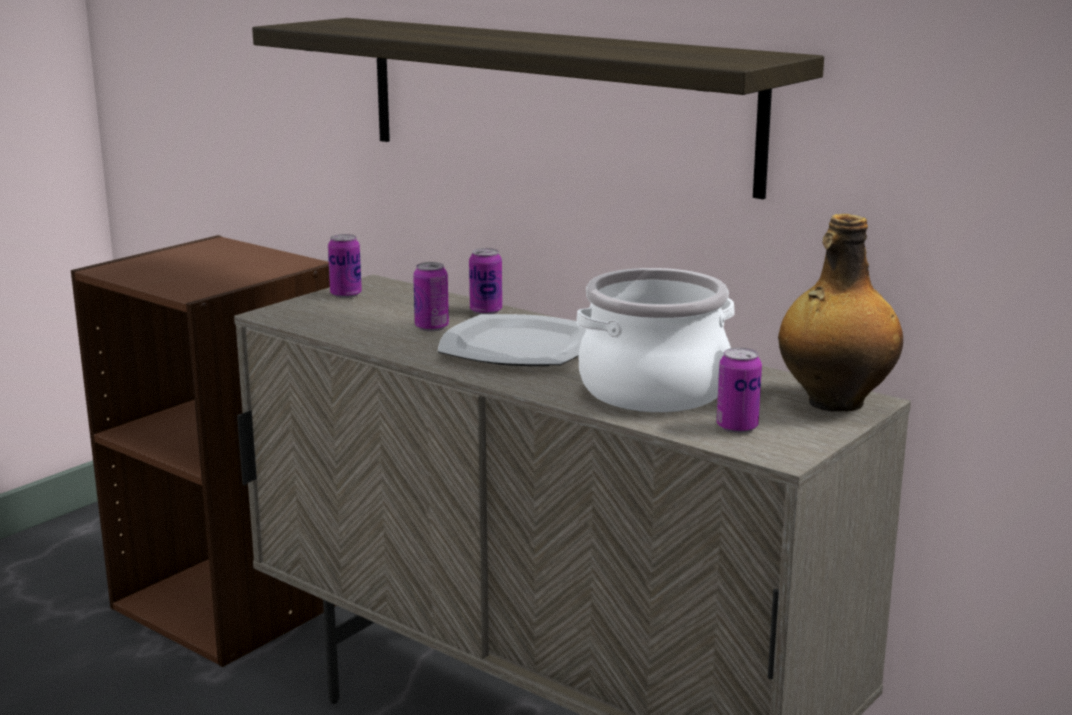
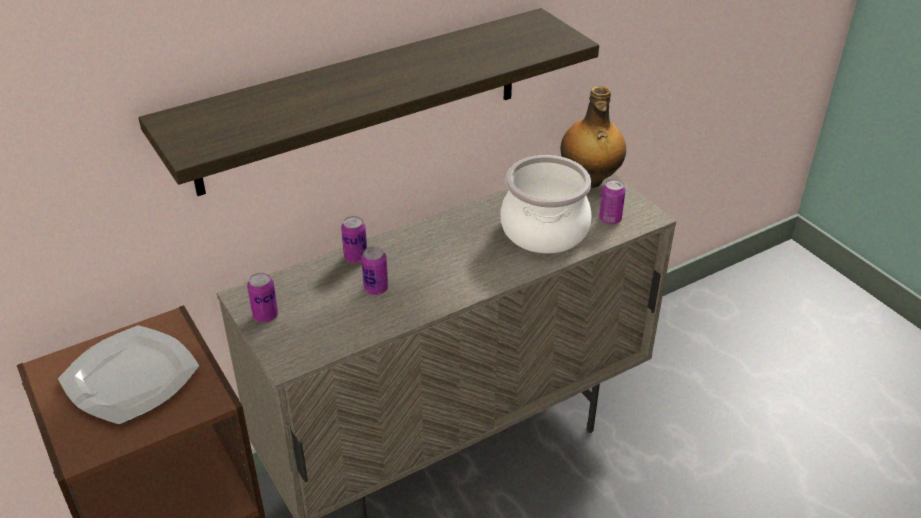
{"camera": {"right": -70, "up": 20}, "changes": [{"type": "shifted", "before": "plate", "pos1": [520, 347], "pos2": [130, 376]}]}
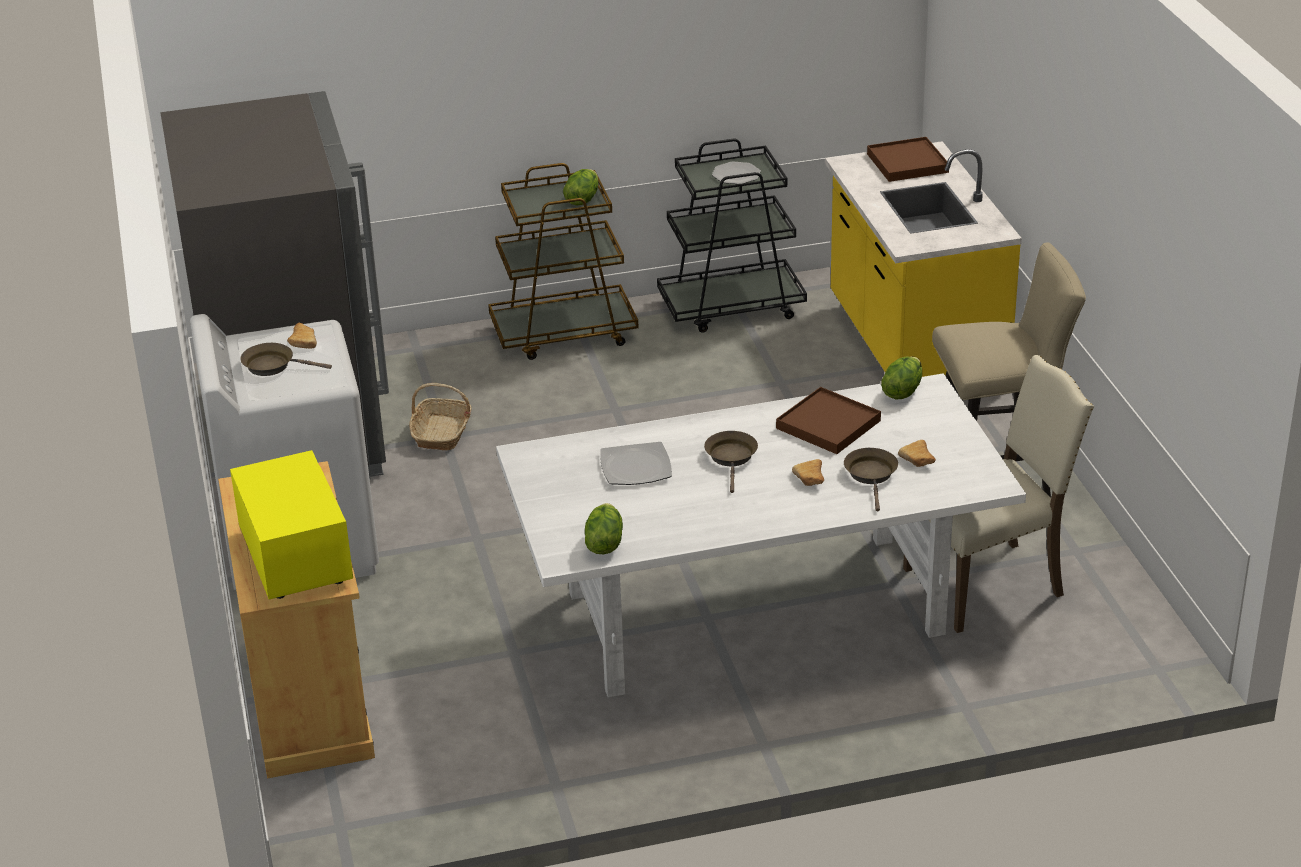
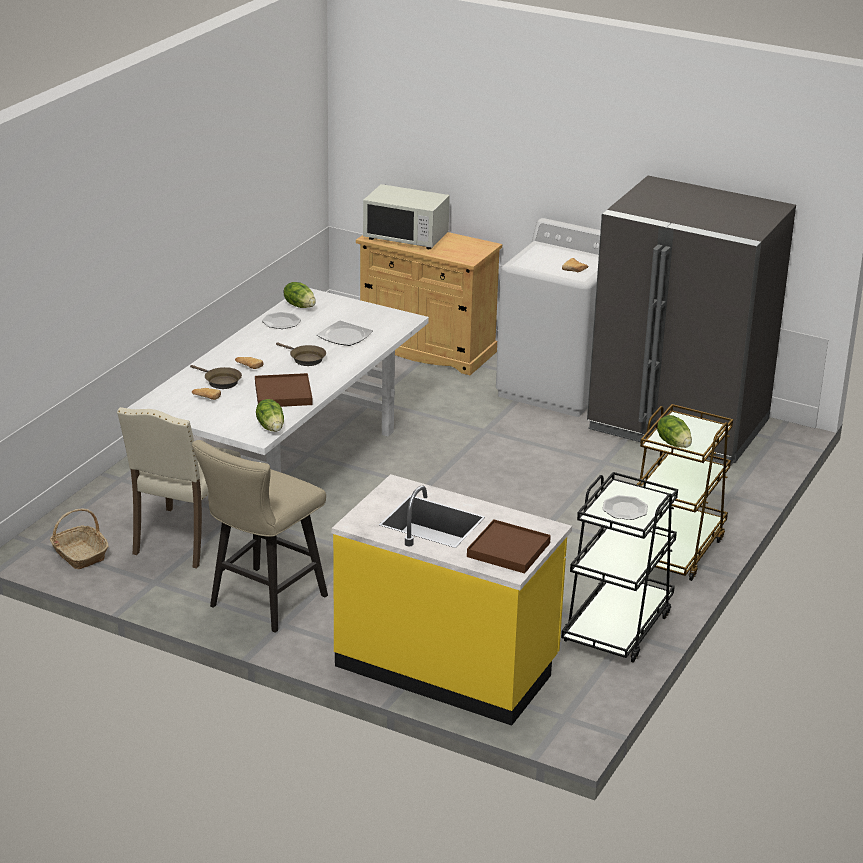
{"camera": {"right": 130, "up": -5}, "changes": [{"type": "gone", "before": "brown frying pan", "pos1": [273, 365]}, {"type": "new", "after": "plate", "pos2": [281, 322]}, {"type": "shifted", "before": "basket", "pos1": [442, 433], "pos2": [79, 554]}, {"type": "repainted", "before": "yellow microwave", "after": "white microwave", "pos1": [294, 557], "pos2": [406, 237]}]}
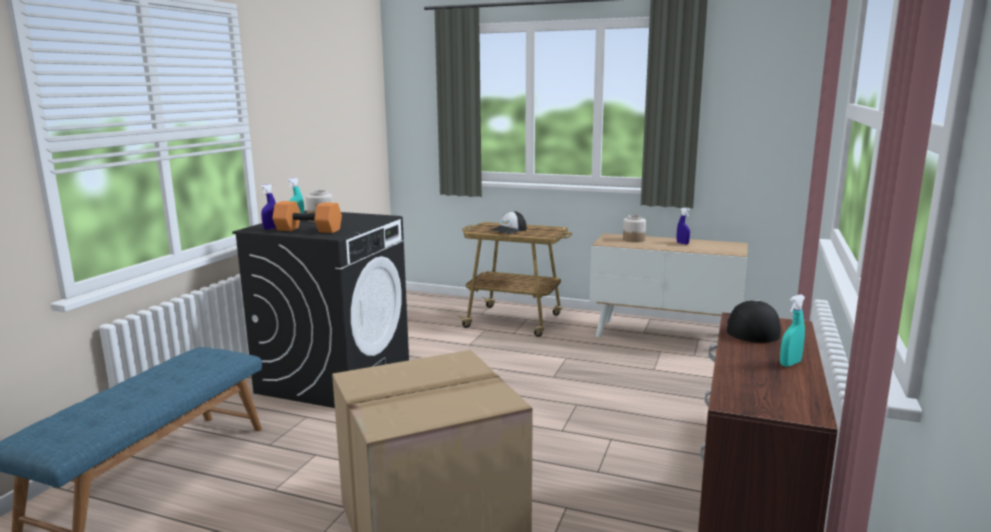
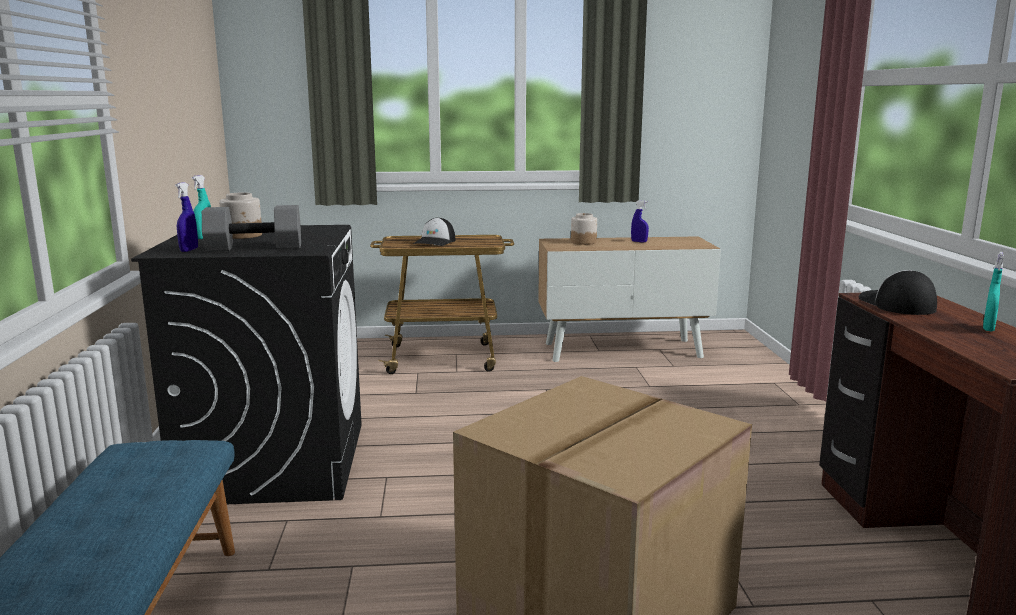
{"camera": {"right": -25, "up": 0}, "changes": [{"type": "repainted", "before": "orange dumbbell", "after": "grey dumbbell", "pos1": [307, 230], "pos2": [253, 248]}]}
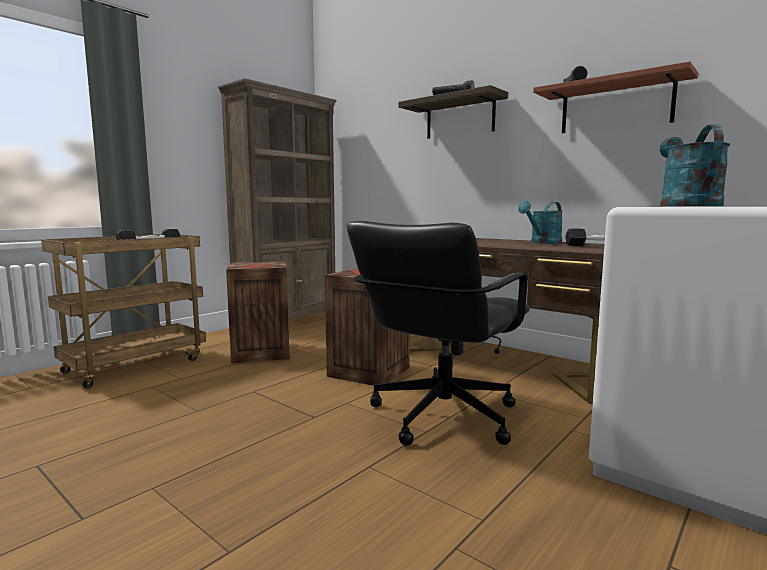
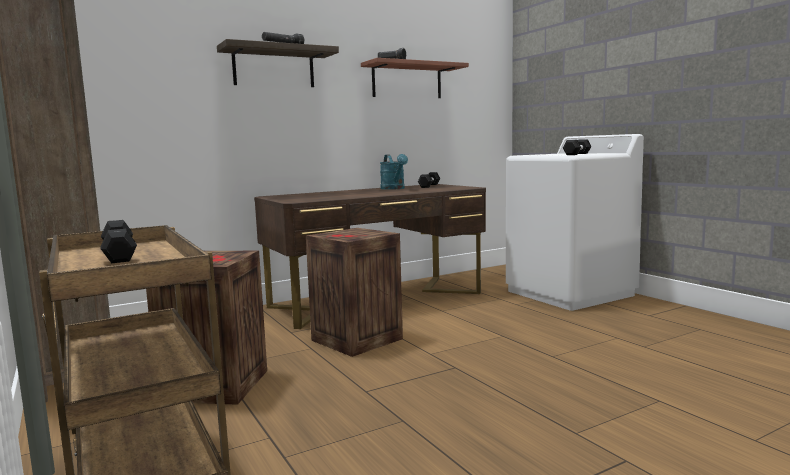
{"camera": {"right": -70, "up": 0}, "changes": [{"type": "gone", "before": "black office chair", "pos1": [441, 416]}, {"type": "swapped", "before": "turquoise watering can", "after": "black dumbbell", "pos1": [685, 206], "pos2": [577, 154]}]}
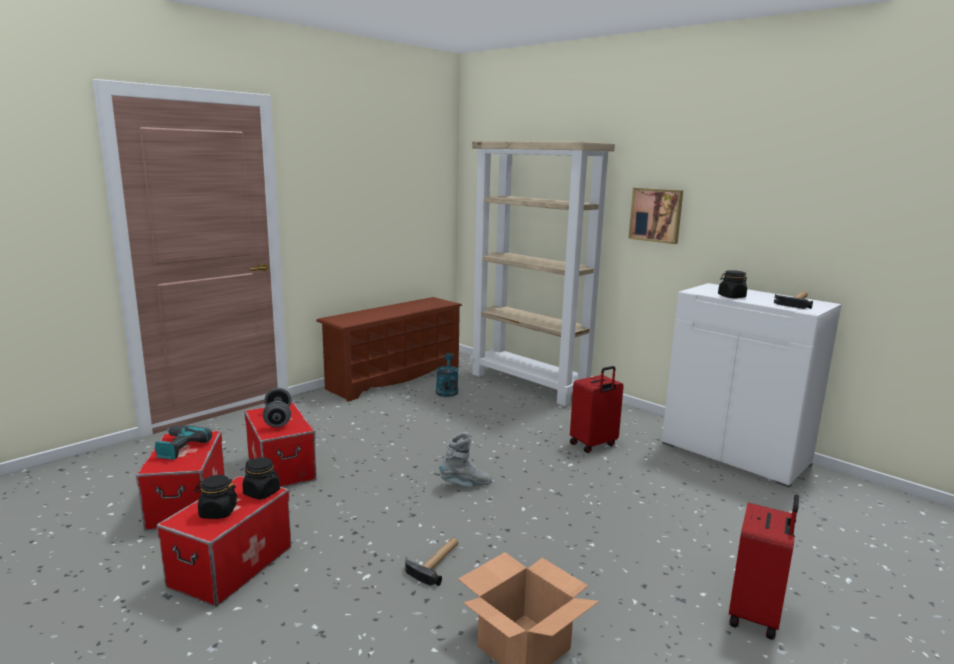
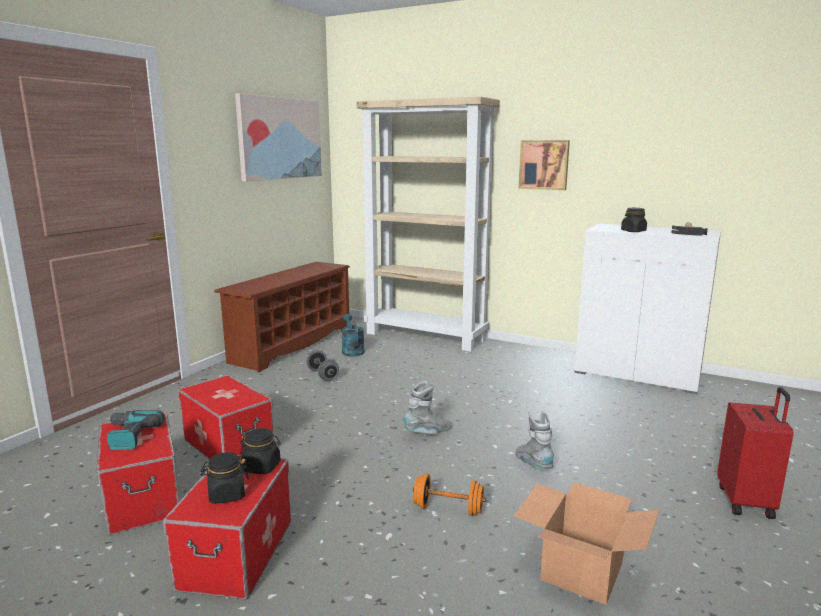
{"camera": {"right": -15, "up": 0}, "changes": [{"type": "gone", "before": "red suitcase", "pos1": [593, 444]}, {"type": "new", "after": "picture", "pos2": [280, 138]}, {"type": "new", "after": "grey boot", "pos2": [533, 465]}, {"type": "shifted", "before": "grey dumbbell", "pos1": [278, 419], "pos2": [322, 375]}, {"type": "swapped", "before": "hammer", "after": "orange dumbbell", "pos1": [436, 562], "pos2": [448, 509]}]}
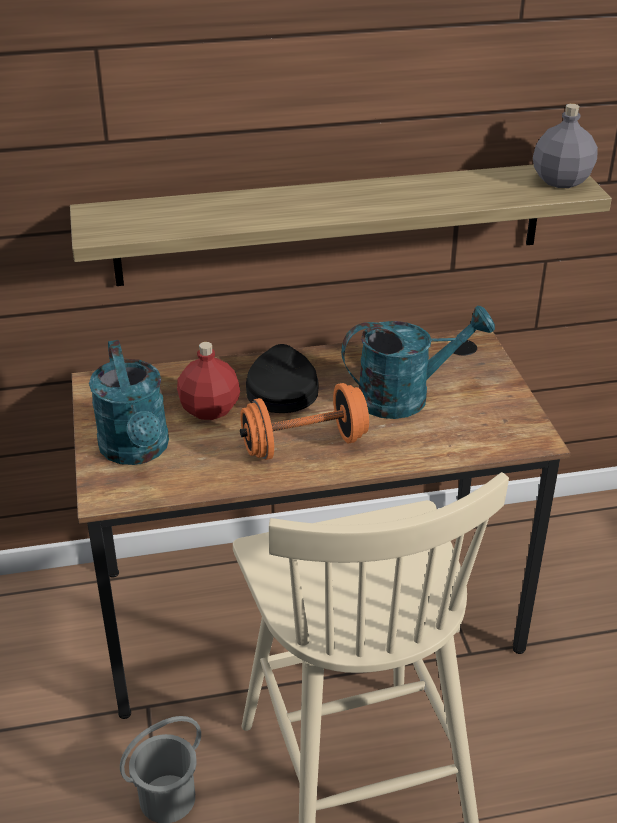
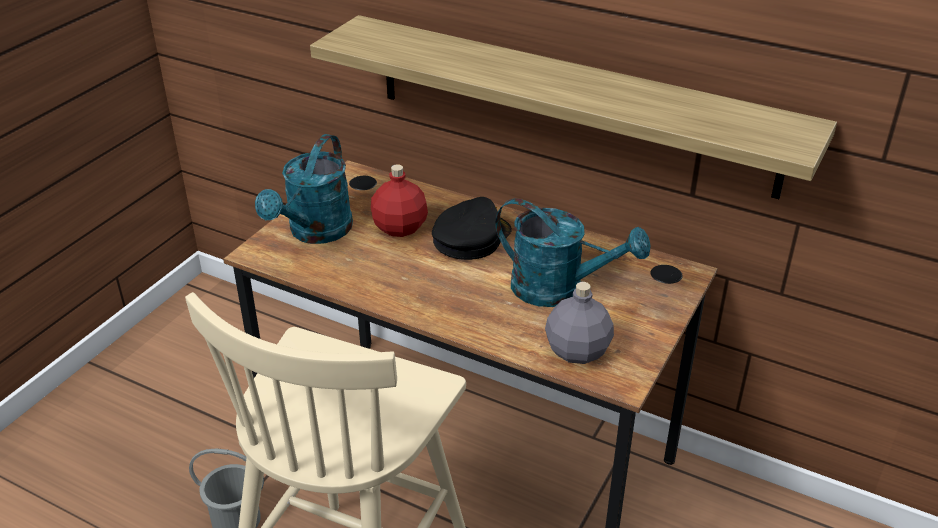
{"camera": {"right": 40, "up": 0}, "changes": [{"type": "gone", "before": "orange dumbbell", "pos1": [304, 445]}, {"type": "shifted", "before": "grey bottle", "pos1": [561, 181], "pos2": [577, 352]}]}
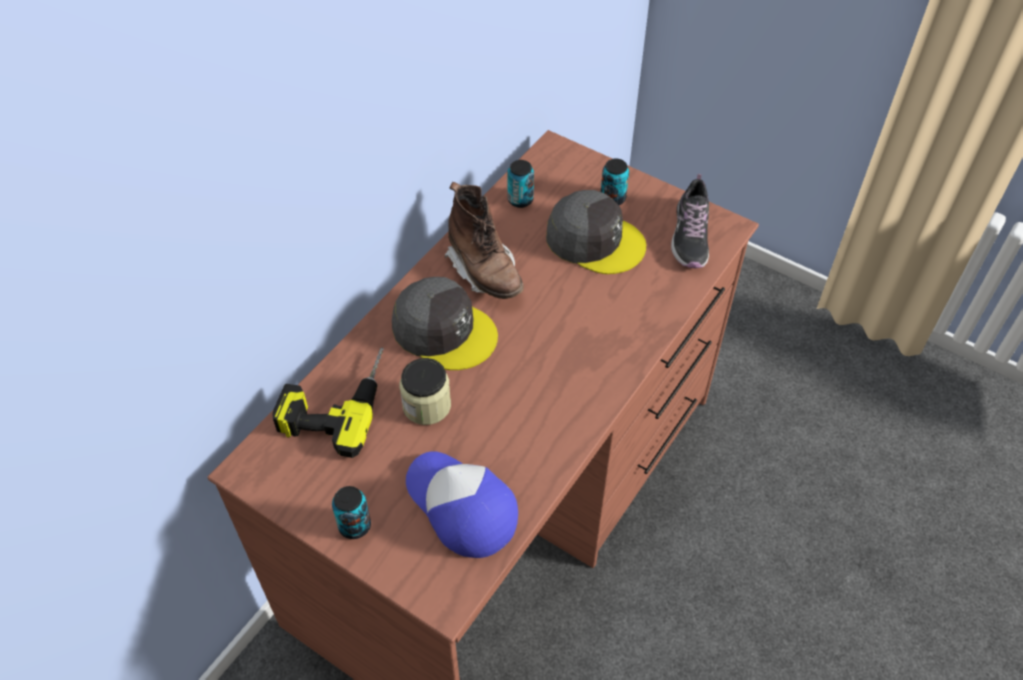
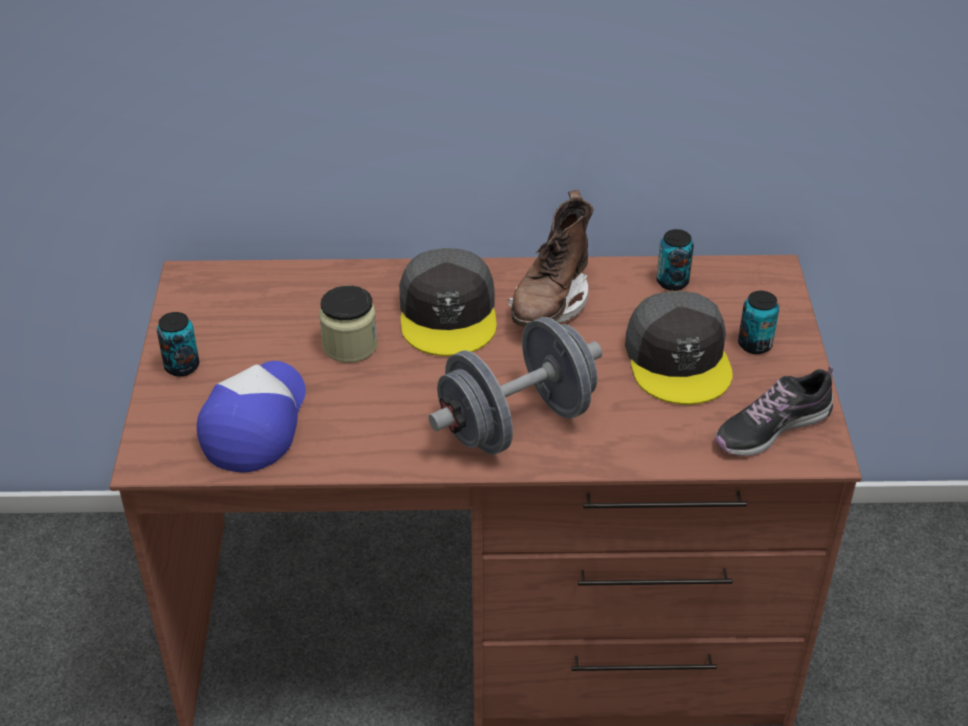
{"camera": {"right": 55, "up": -10}, "changes": [{"type": "gone", "before": "power drill", "pos1": [334, 400]}, {"type": "new", "after": "grey dumbbell", "pos2": [516, 423]}]}
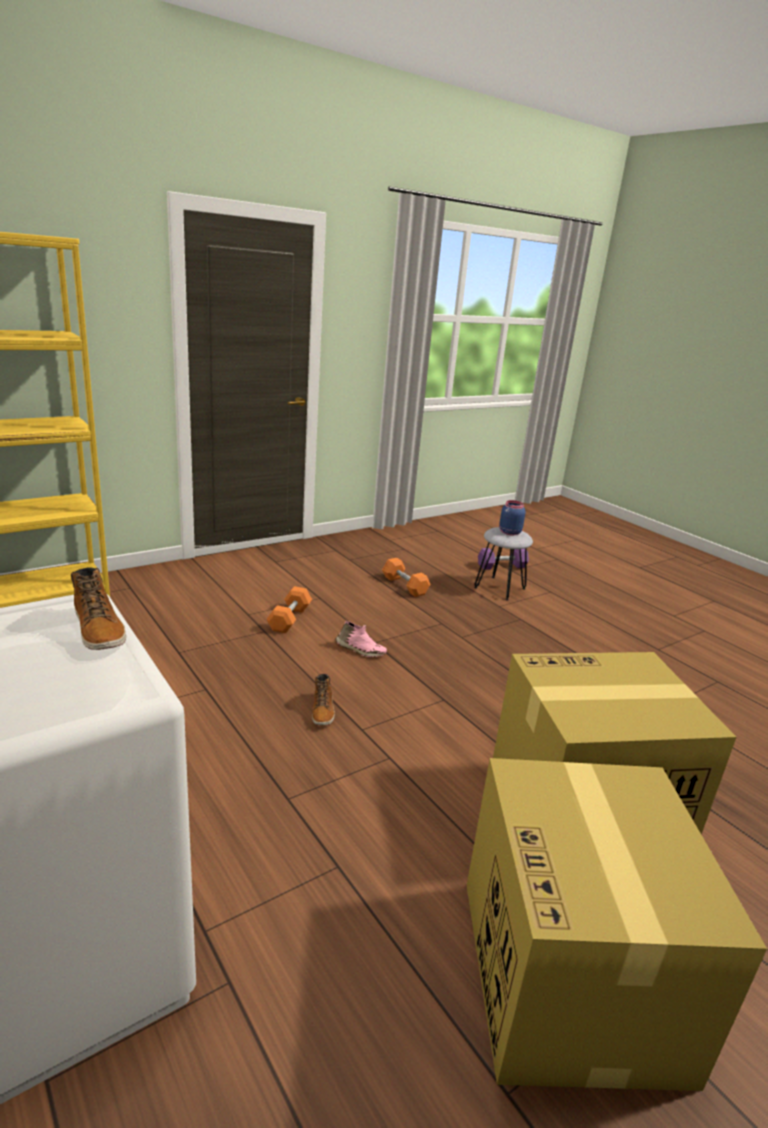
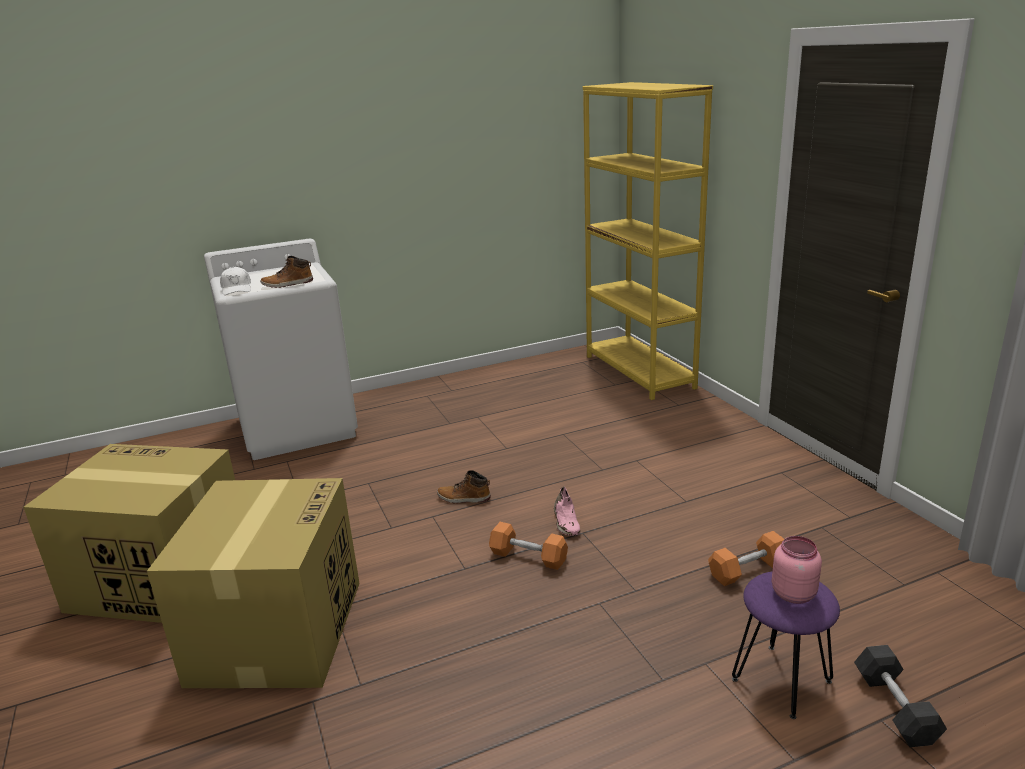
{"camera": {"right": 105, "up": 0}, "changes": [{"type": "new", "after": "white cap", "pos2": [237, 289]}, {"type": "shifted", "before": "orange dumbbell", "pos1": [289, 619], "pos2": [528, 557]}, {"type": "repainted", "before": "grey stool", "after": "purple stool", "pos1": [499, 588], "pos2": [780, 680]}, {"type": "repainted", "before": "purple dumbbell", "after": "grey dumbbell", "pos1": [501, 566], "pos2": [895, 708]}, {"type": "repainted", "before": "blue jar", "after": "pink jar", "pos1": [509, 532], "pos2": [794, 593]}, {"type": "rotated", "before": "pink shoe", "pos1": [360, 650], "pos2": [566, 522], "turn": -45}]}
